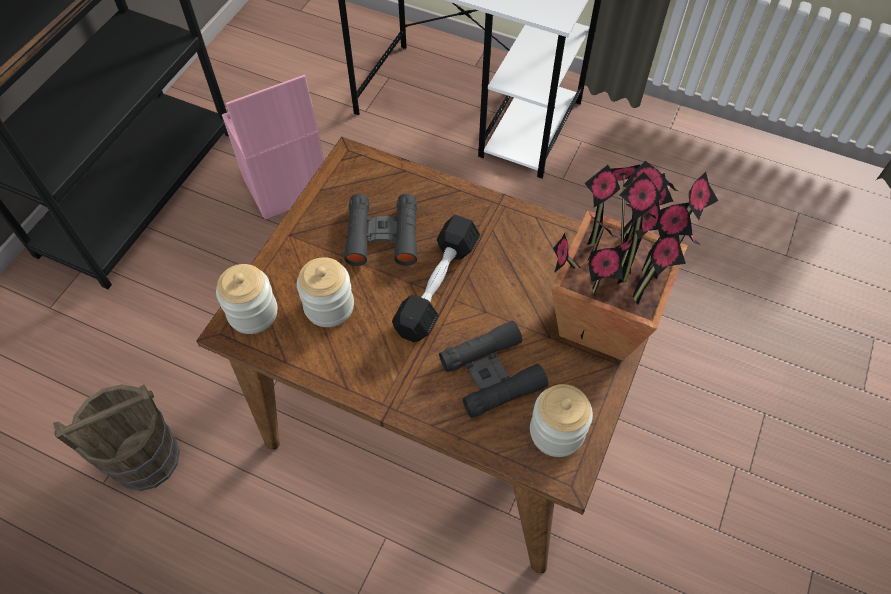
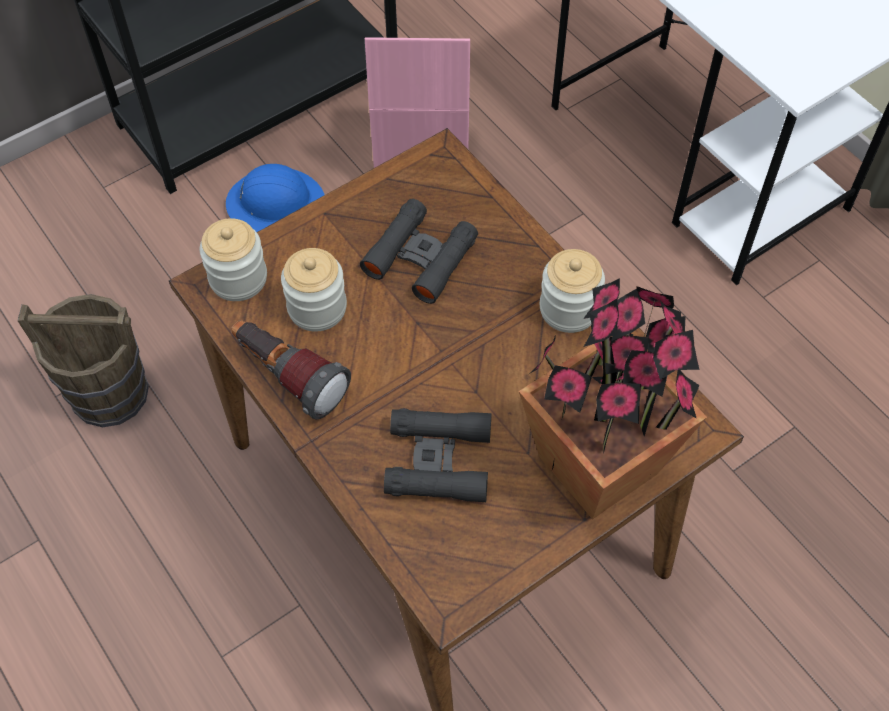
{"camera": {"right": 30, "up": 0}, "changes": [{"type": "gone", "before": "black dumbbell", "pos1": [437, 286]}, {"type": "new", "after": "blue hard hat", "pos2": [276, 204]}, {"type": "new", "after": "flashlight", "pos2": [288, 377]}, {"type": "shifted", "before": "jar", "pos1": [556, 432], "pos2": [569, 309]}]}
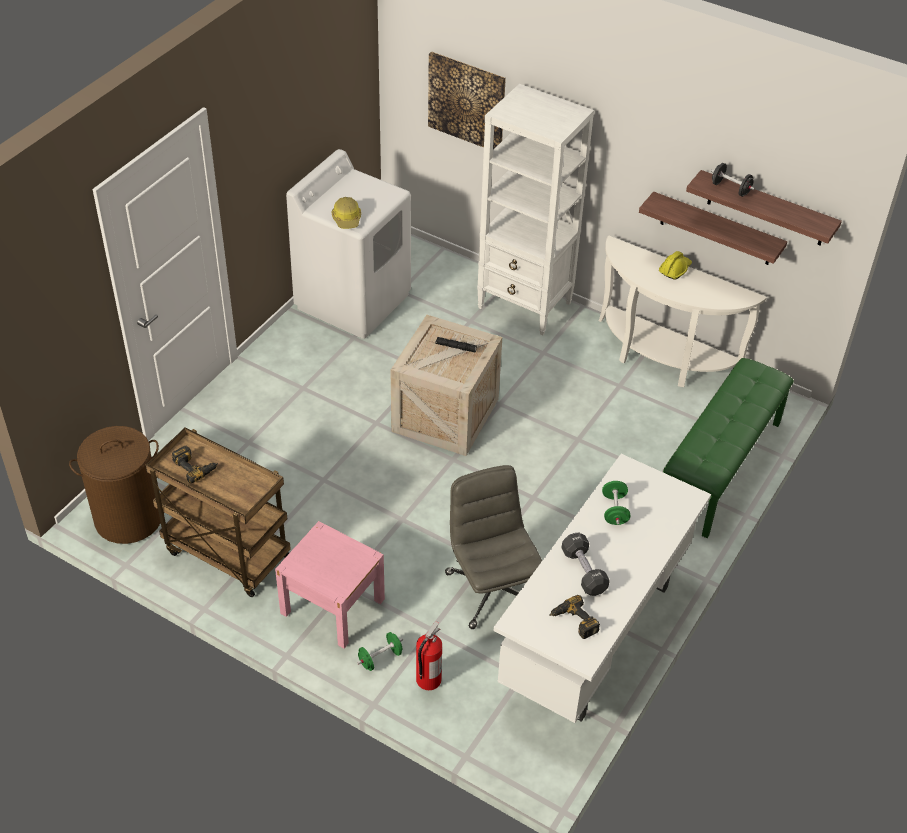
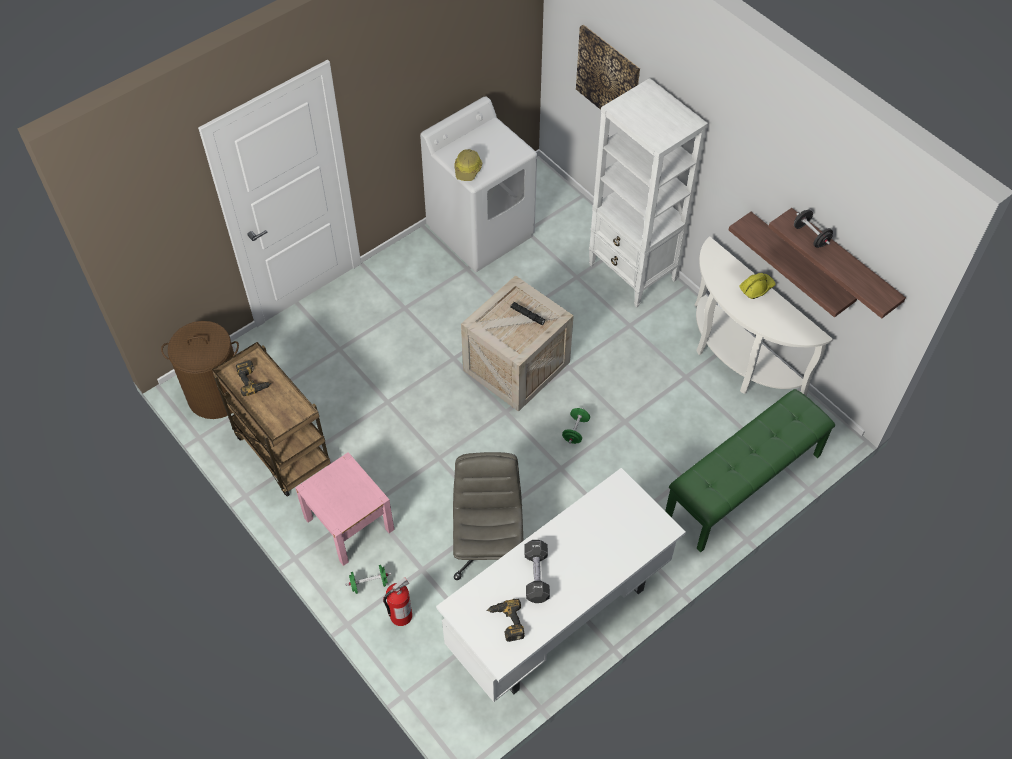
{"camera": {"right": 20, "up": 10}, "changes": [{"type": "shifted", "before": "green dumbbell", "pos1": [614, 510], "pos2": [575, 431]}]}
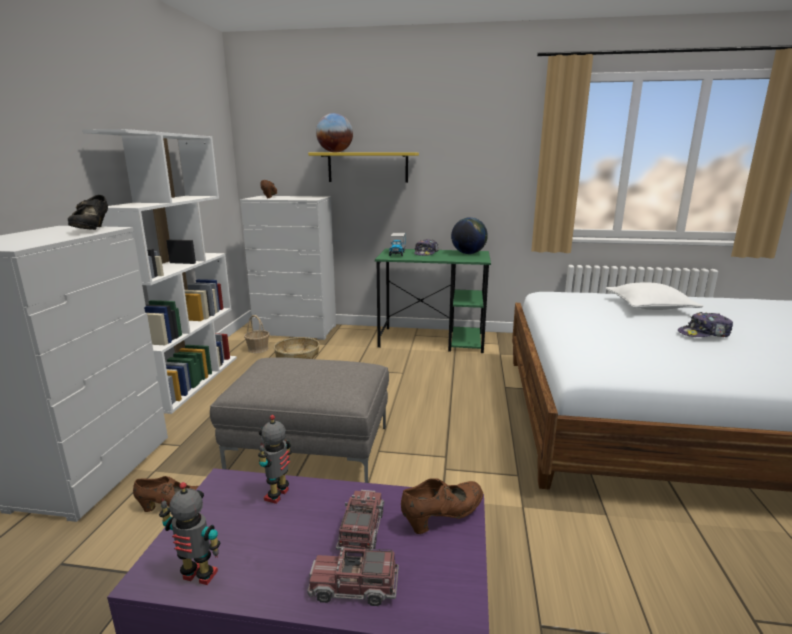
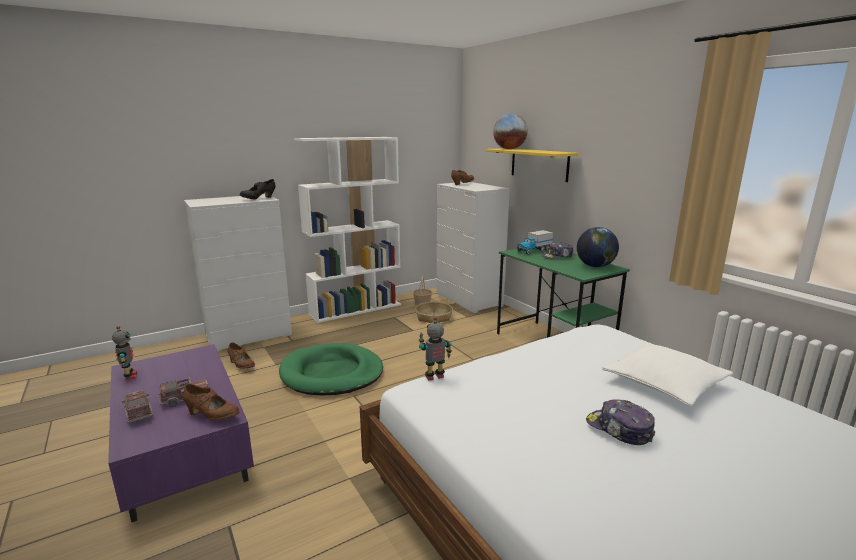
{"camera": {"right": 50, "up": 0}, "changes": [{"type": "shifted", "before": "toy robot", "pos1": [278, 495], "pos2": [434, 377]}, {"type": "swapped", "before": "grey ottoman", "after": "green dog bed", "pos1": [312, 447], "pos2": [332, 373]}]}
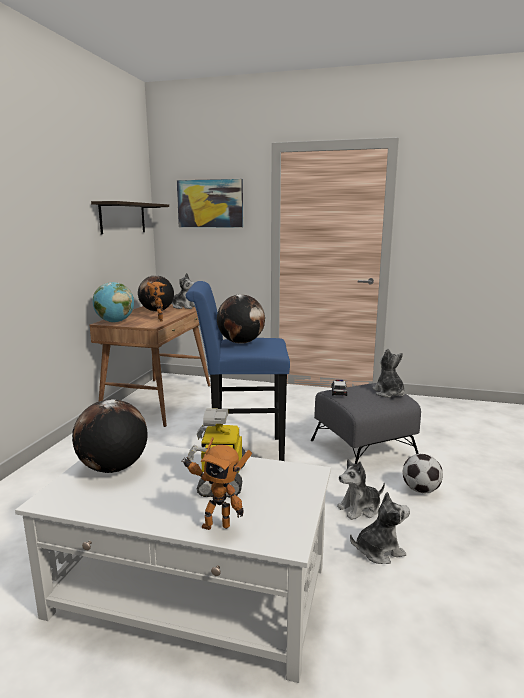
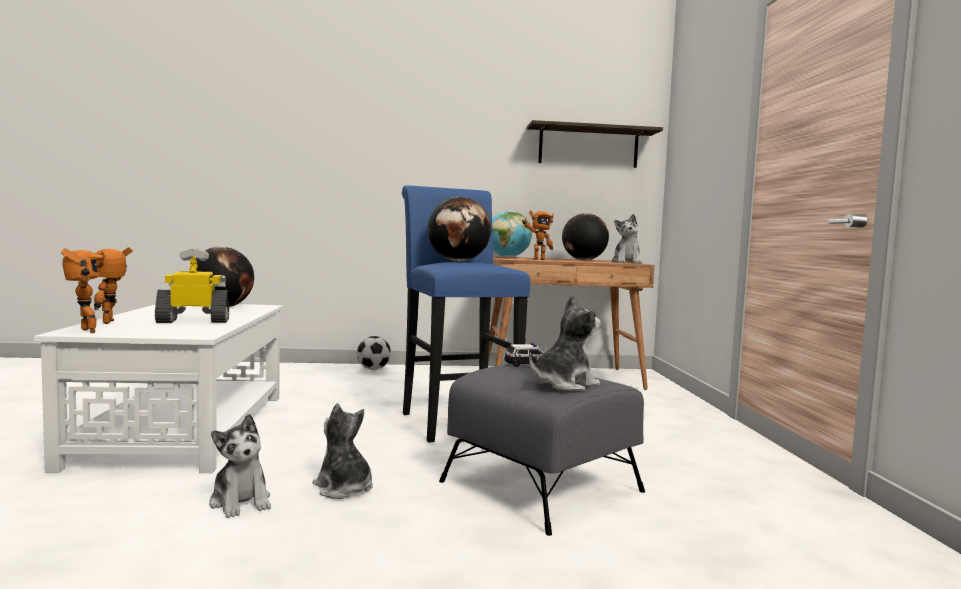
{"camera": {"right": 70, "up": -10}, "changes": [{"type": "gone", "before": "picture", "pos1": [210, 203]}, {"type": "new", "after": "toy robot", "pos2": [84, 331]}, {"type": "shifted", "before": "football", "pos1": [420, 490], "pos2": [373, 369]}]}
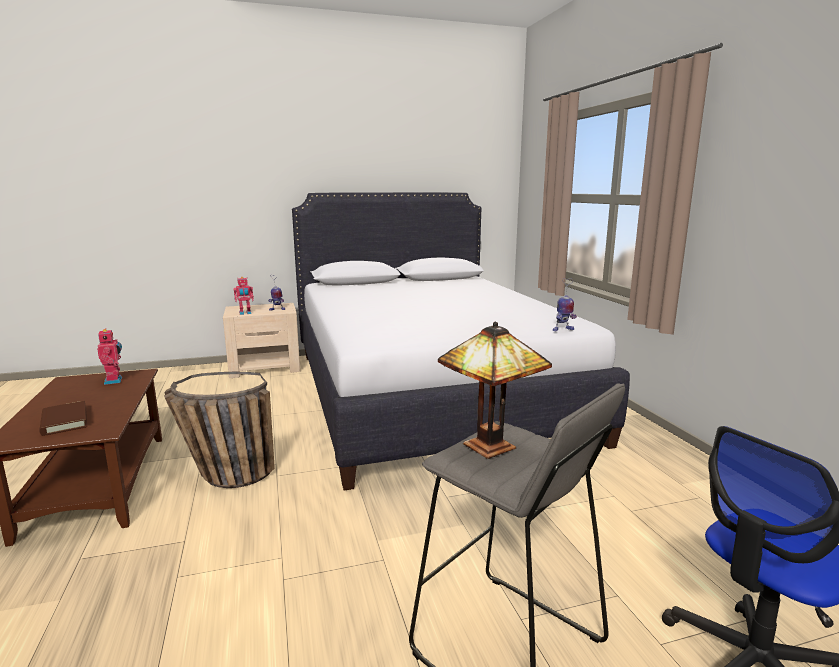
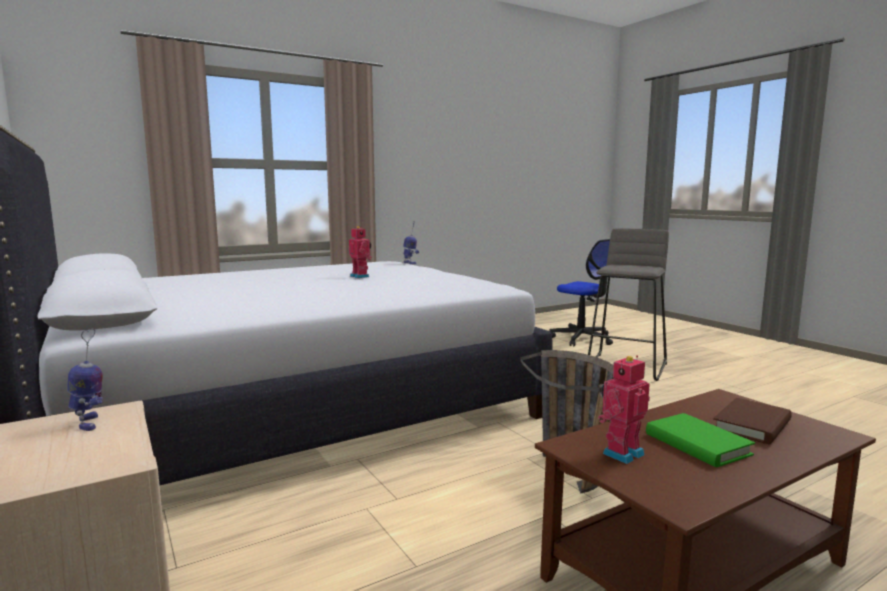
{"camera": {"right": -105, "up": -5}, "changes": [{"type": "gone", "before": "table lamp", "pos1": [490, 444]}, {"type": "new", "after": "green book", "pos2": [697, 444]}, {"type": "shifted", "before": "toy robot", "pos1": [245, 313], "pos2": [360, 276]}]}
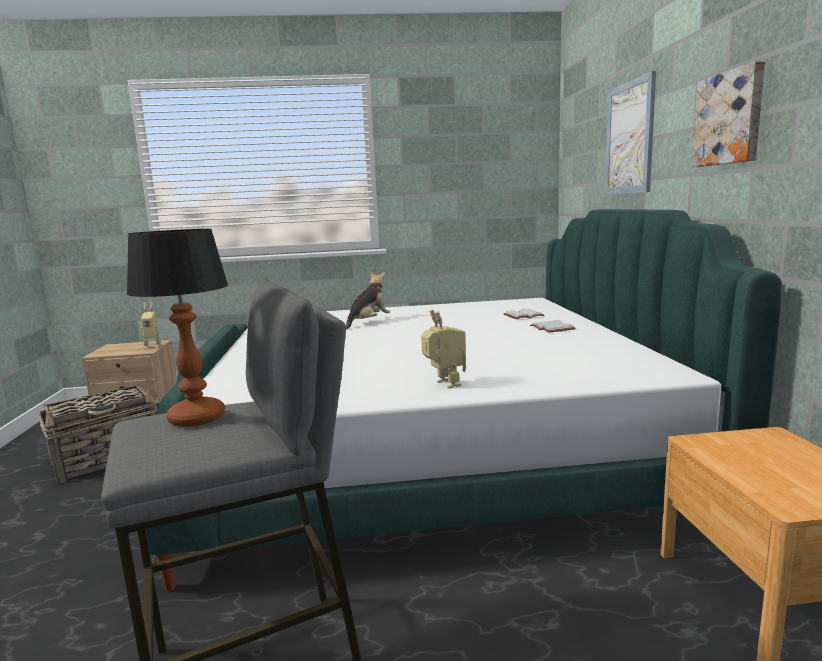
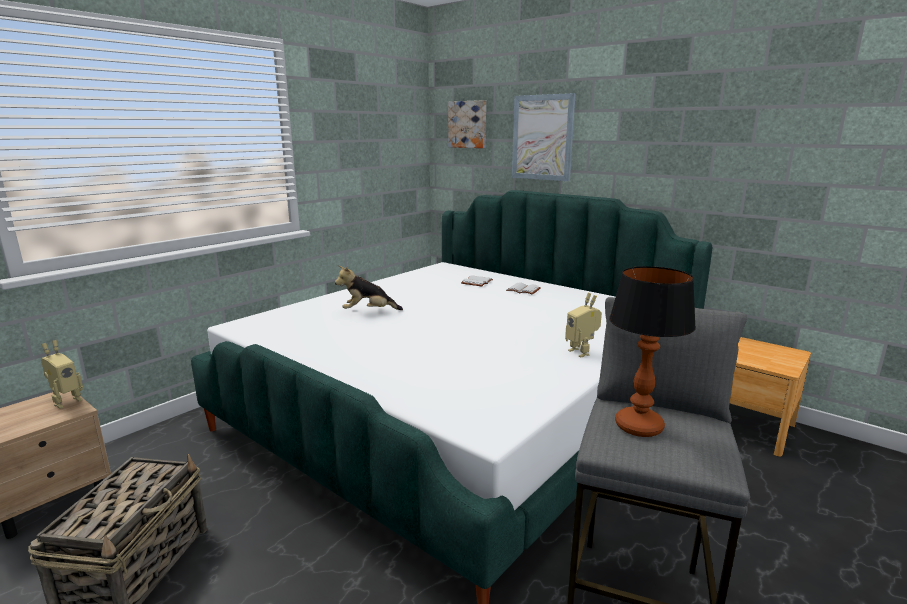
{"camera": {"right": -45, "up": 5}, "changes": [{"type": "shifted", "before": "picture", "pos1": [730, 118], "pos2": [468, 124]}, {"type": "rotated", "before": "plush toy", "pos1": [368, 322], "pos2": [368, 311], "turn": -90}, {"type": "rotated", "before": "toy robot", "pos1": [444, 384], "pos2": [581, 352], "turn": -135}]}
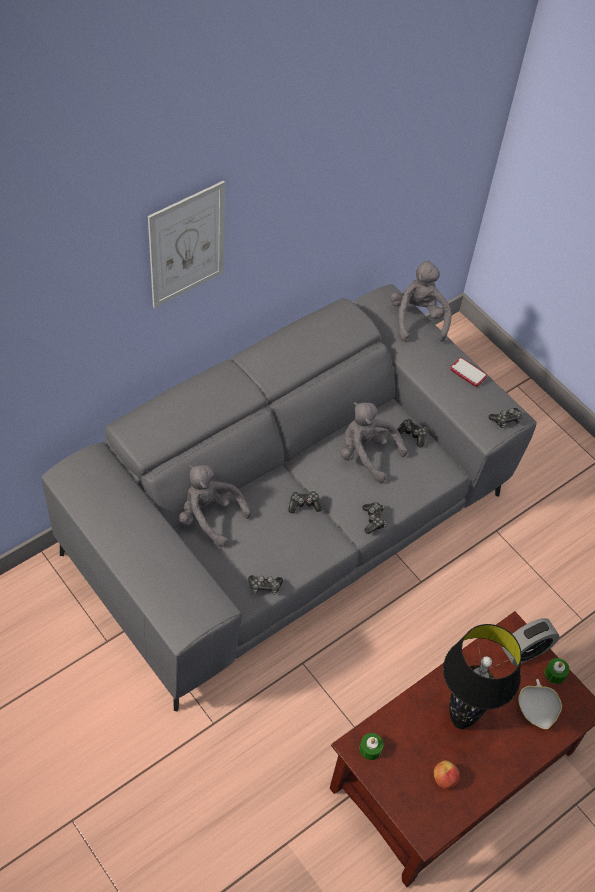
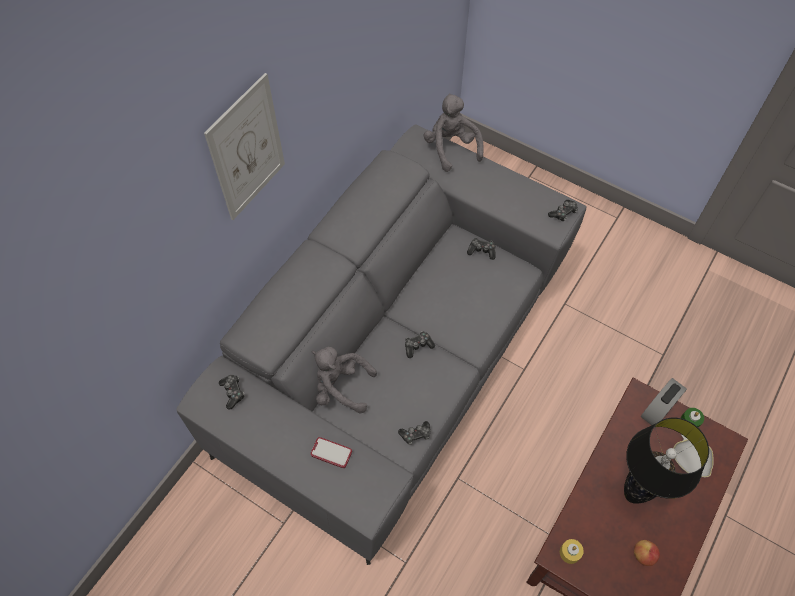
{"camera": {"right": -15, "up": 5}, "changes": [{"type": "gone", "before": "grey plush toy", "pos1": [366, 454]}, {"type": "shifted", "before": "game controller", "pos1": [373, 520], "pos2": [233, 392]}, {"type": "shifted", "before": "phone", "pos1": [468, 373], "pos2": [331, 453]}, {"type": "repainted", "before": "green candle", "after": "yellow candle", "pos1": [370, 749], "pos2": [570, 553]}]}
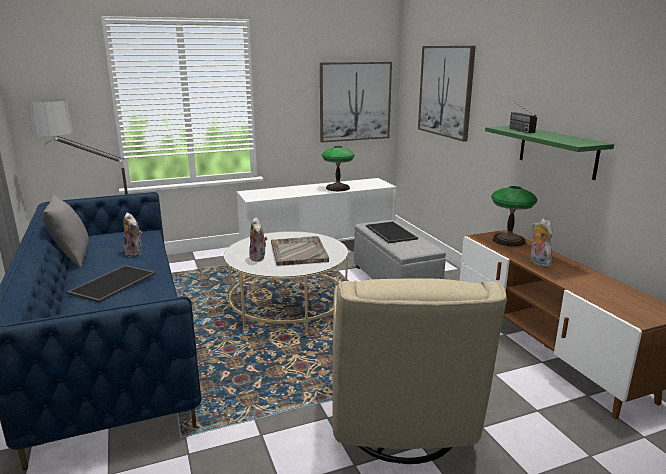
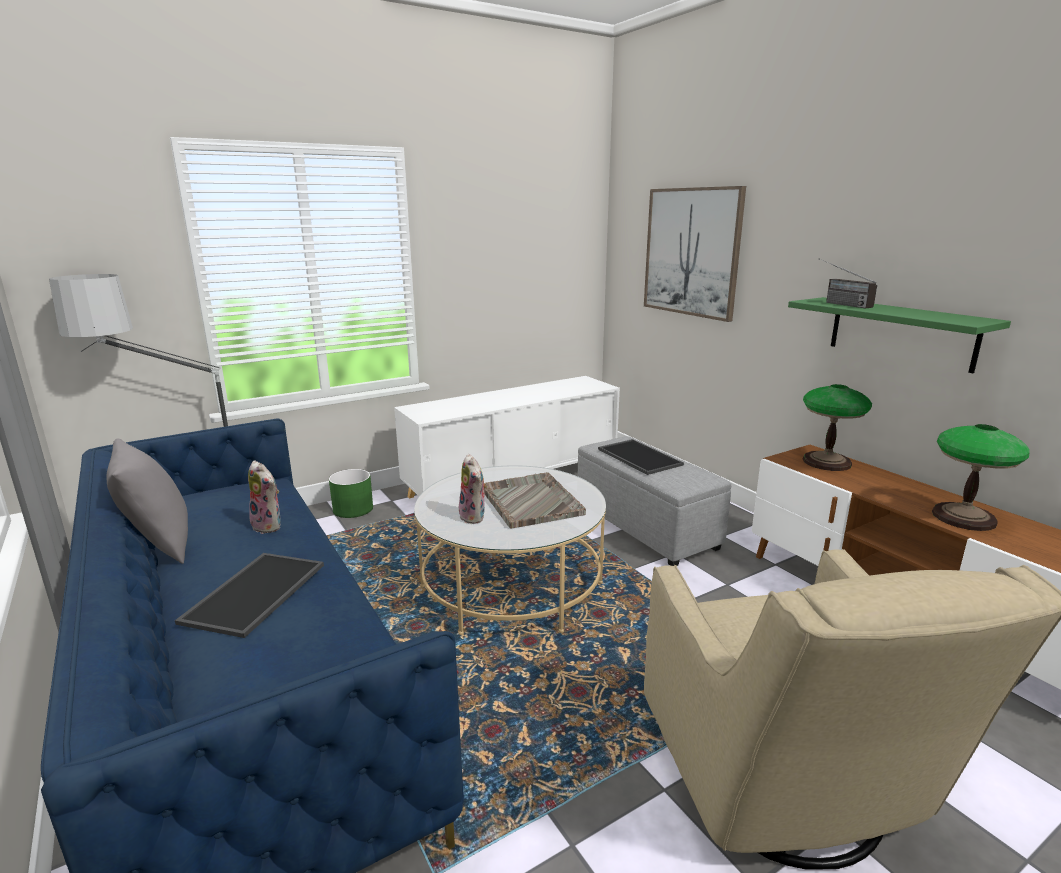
{"camera": {"right": -10, "up": 0}, "changes": [{"type": "gone", "before": "picture", "pos1": [355, 101]}, {"type": "gone", "before": "plush toy", "pos1": [537, 262]}, {"type": "new", "after": "green planter", "pos2": [353, 509]}, {"type": "shifted", "before": "table lamp", "pos1": [337, 188], "pos2": [963, 517]}]}
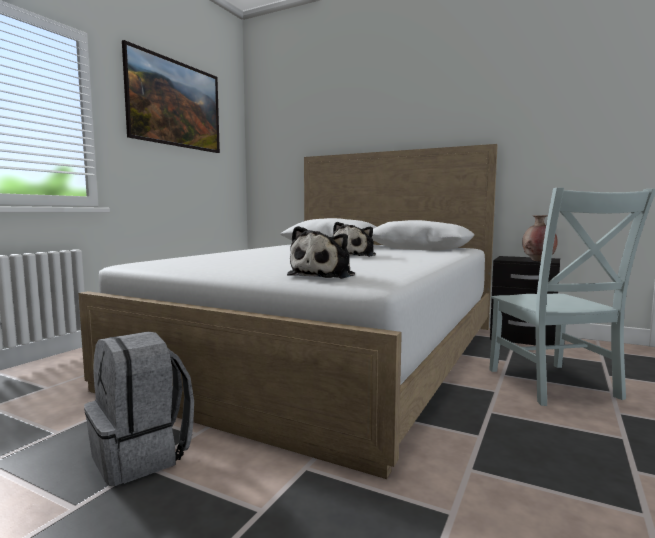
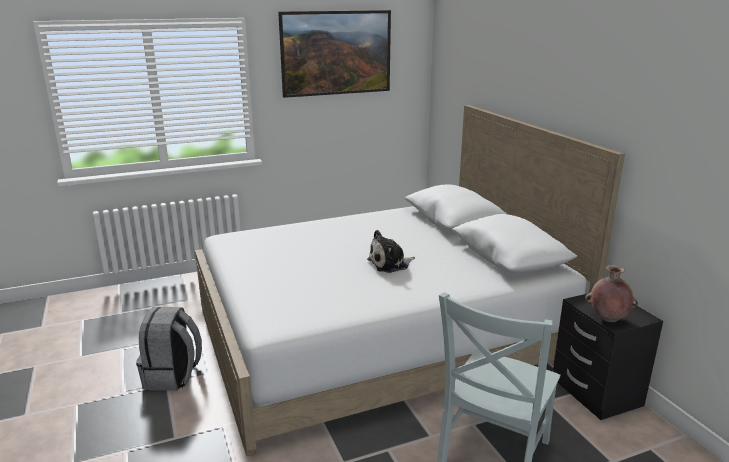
{"camera": {"right": 40, "up": 15}, "changes": [{"type": "gone", "before": "plush toy", "pos1": [324, 275]}]}
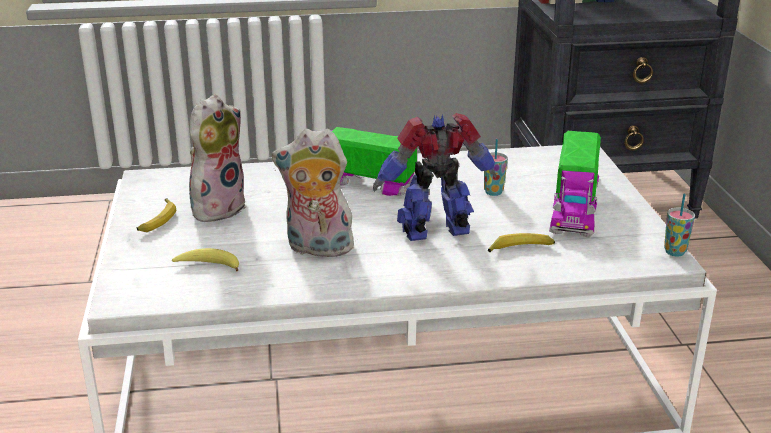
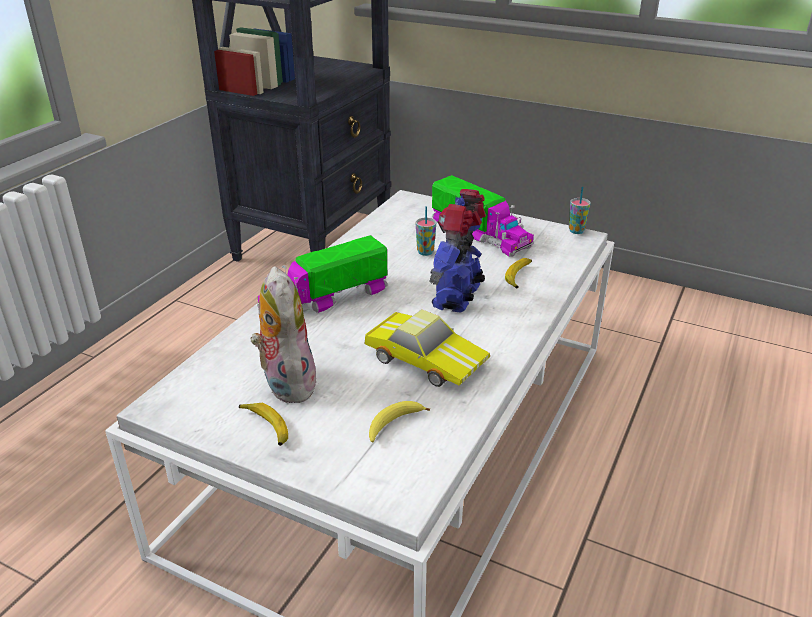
{"camera": {"right": -55, "up": 5}, "changes": [{"type": "swapped", "before": "plush toy", "after": "toy car", "pos1": [317, 249], "pos2": [426, 358]}]}
